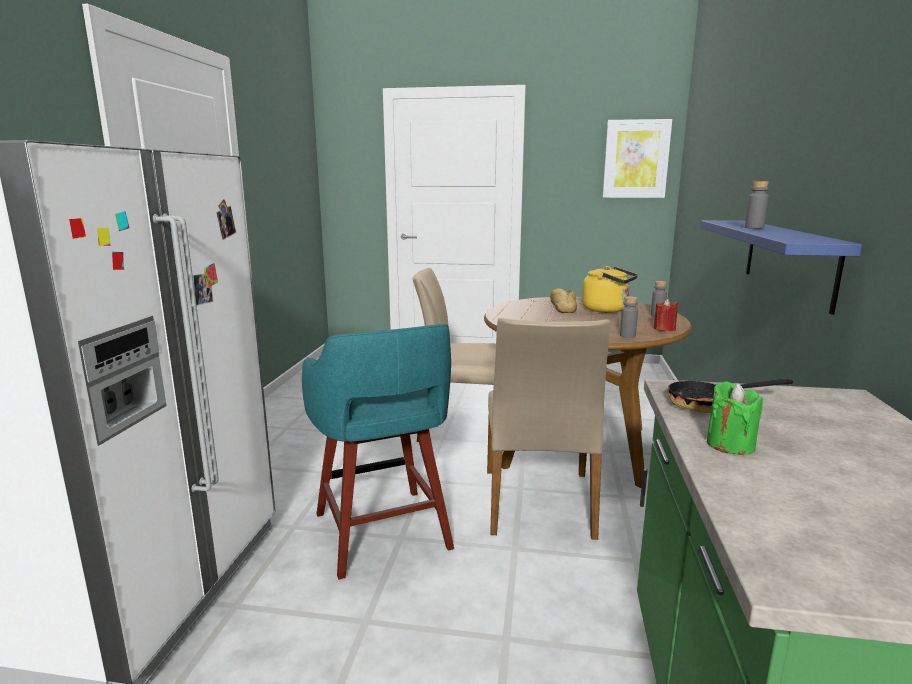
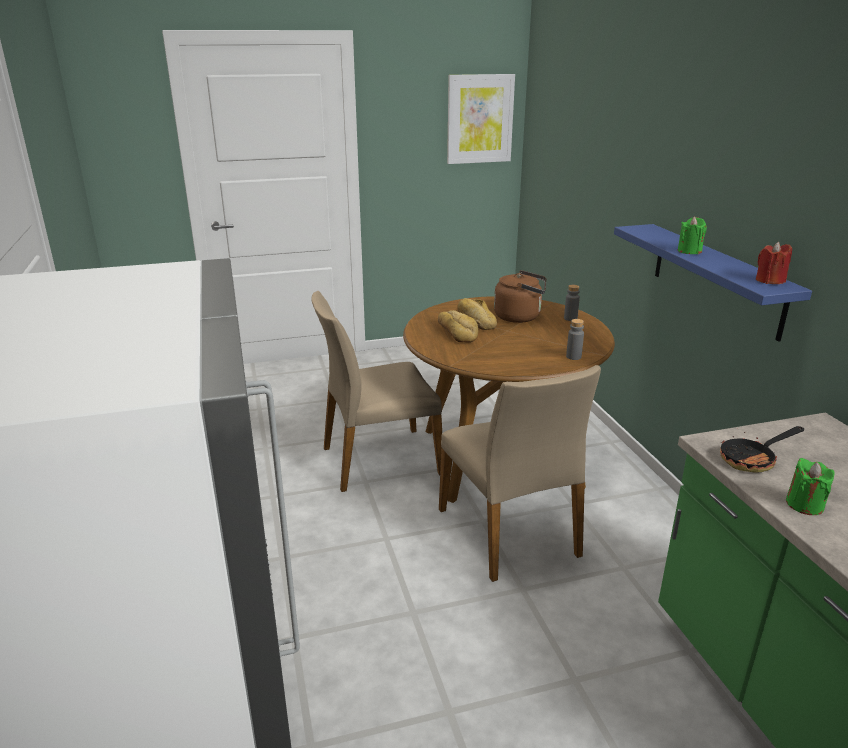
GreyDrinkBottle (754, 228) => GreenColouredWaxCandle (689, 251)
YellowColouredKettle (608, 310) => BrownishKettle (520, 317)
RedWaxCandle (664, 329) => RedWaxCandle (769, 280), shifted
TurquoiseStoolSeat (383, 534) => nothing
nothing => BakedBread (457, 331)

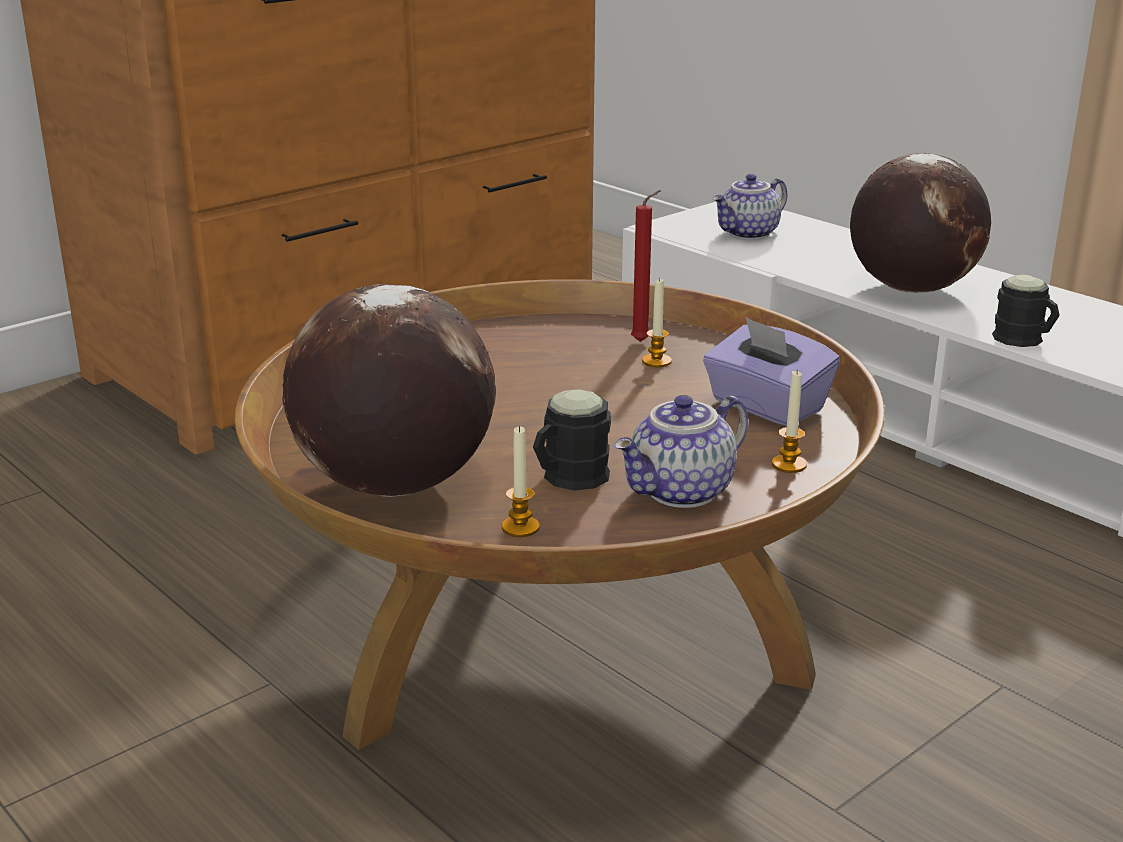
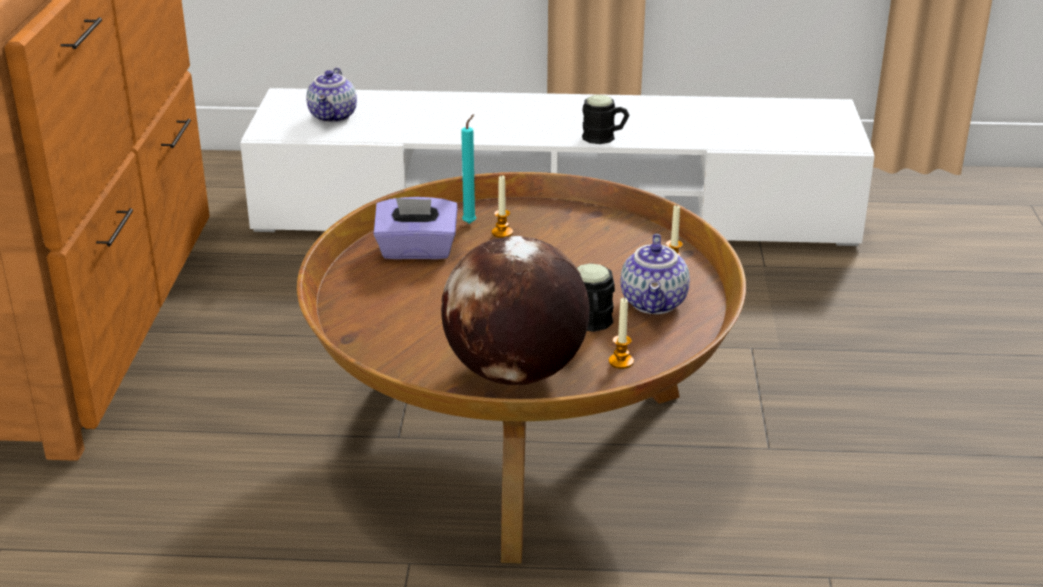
Globe (911, 288) => nothing
RedWaxCandle (643, 341) => TurquoiseWaxCandle (470, 222)
PurplishTissueHolder (766, 406) => PurplishTissueHolder (416, 251), shifted

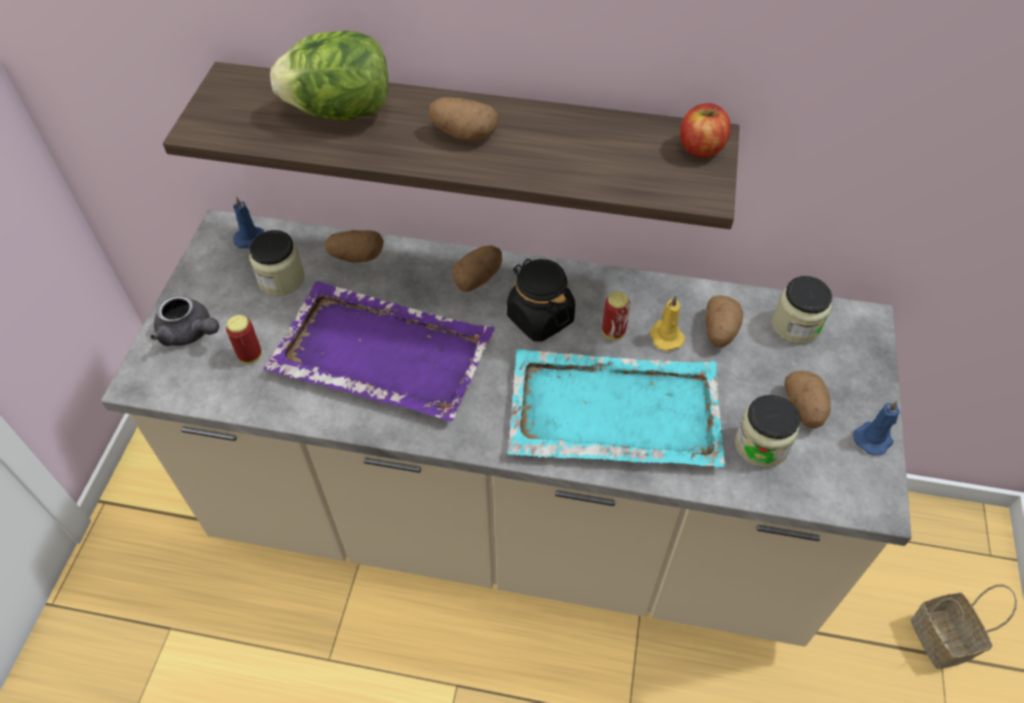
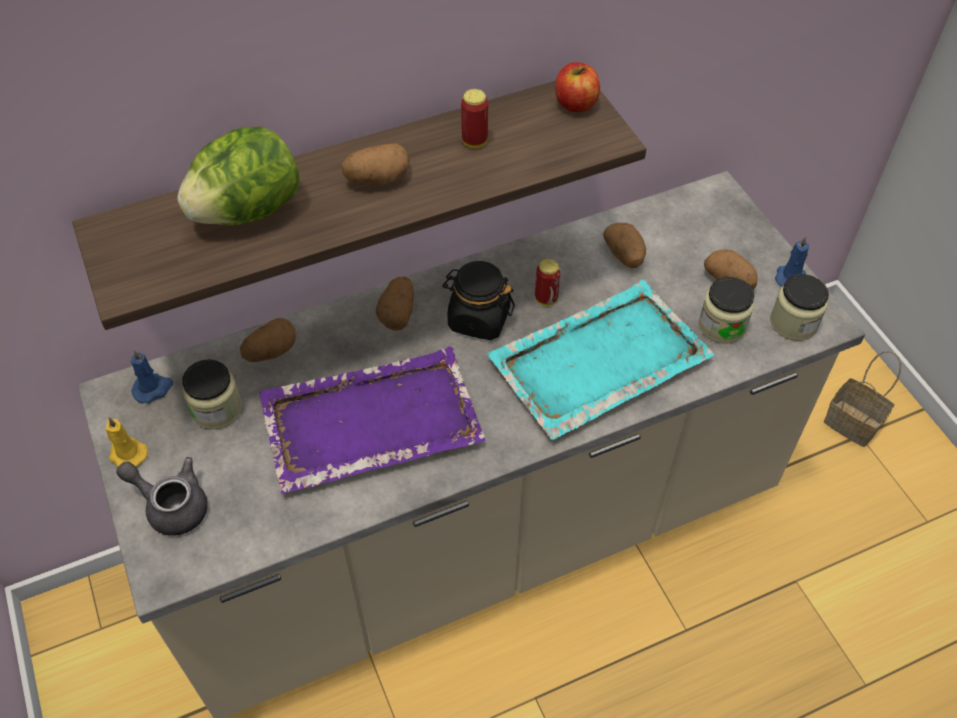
Jar (795, 326) => Jar (793, 323), shifted
GreyTeaPot (190, 333) => GreyTeaPot (171, 505), 150 degrees counterclockwise
YellowColouredWaxCandle (665, 336) => YellowColouredWaxCandle (127, 454), shifted
Can (250, 355) => Can (474, 141), shifted

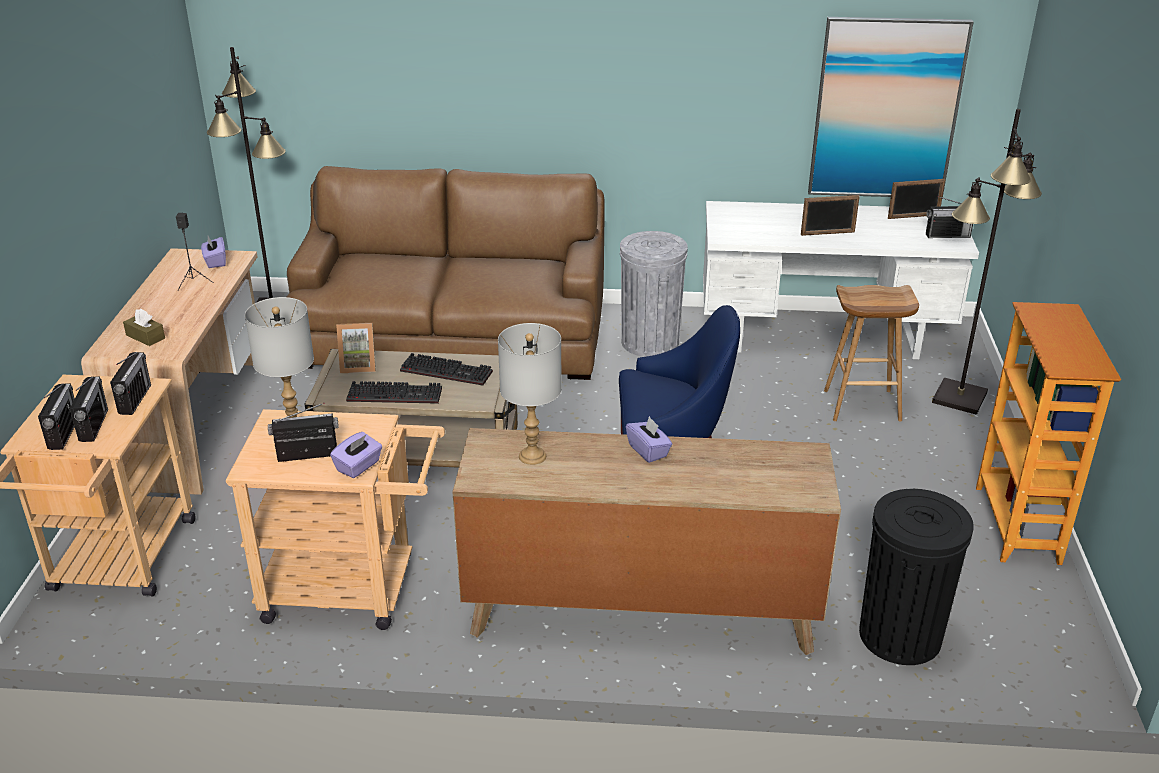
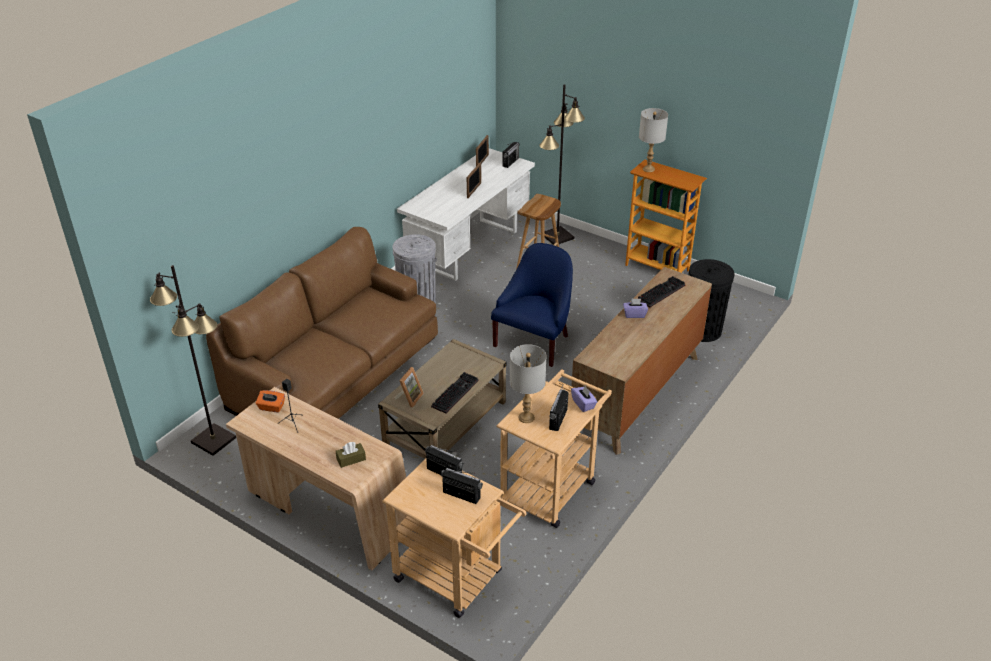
WallPicture (886, 109) => nothing
PurplishTissueHolder (215, 261) => OrangeColouredTissueHolder (271, 407)
GreyTableLamp (532, 456) => GreyTableLamp (649, 169), shifted
ComputerKeyboard (448, 371) => ComputerKeyboard (661, 292), shifted
Radio (64, 433) => nothing

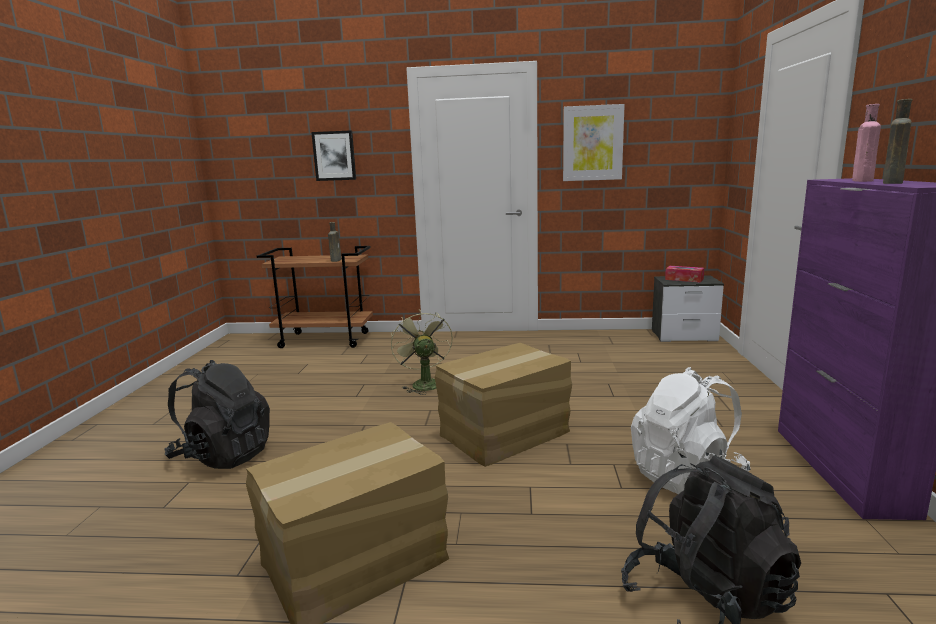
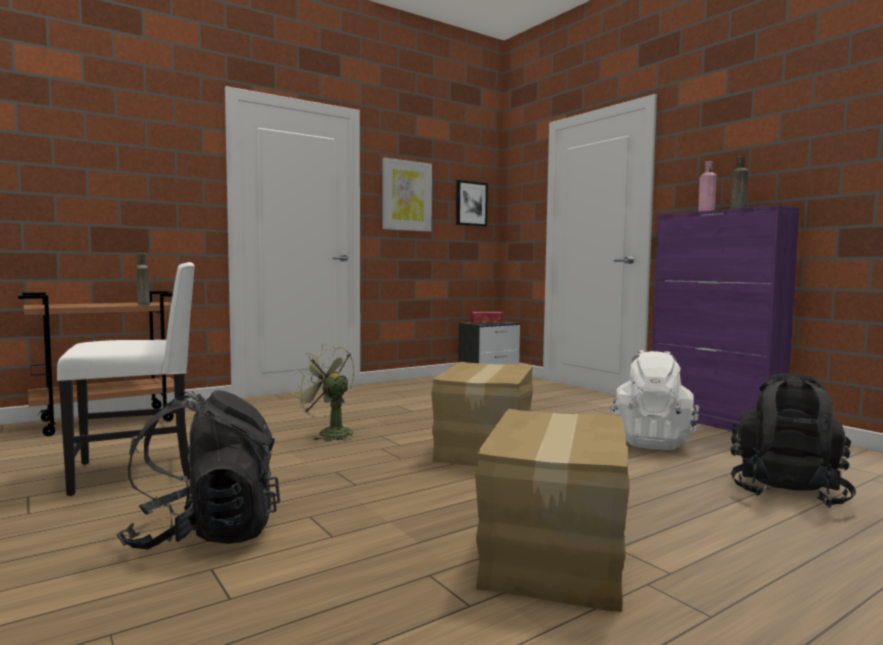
WallPicture (334, 156) => WallPicture (471, 203), shifted
nothing => WhitishUprightChair (138, 471)

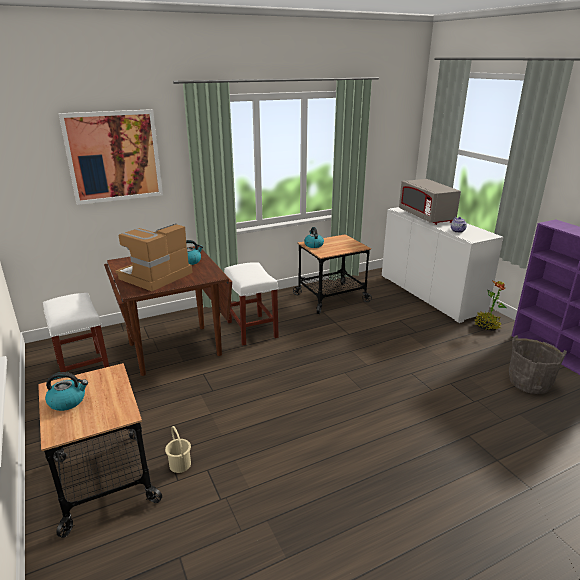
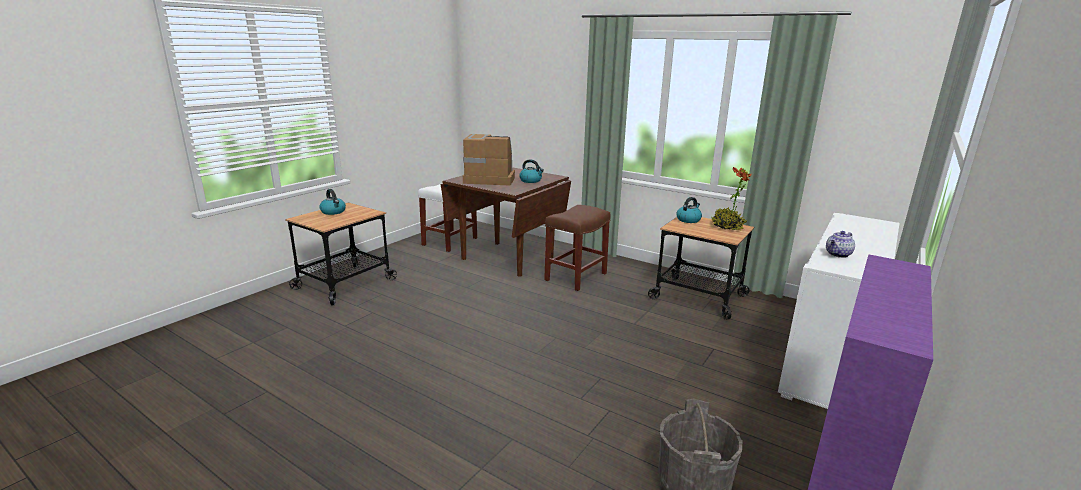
WallPicture (114, 156) => nothing
GreyMicrowave (426, 216) => nothing
WhitishStoolSeat (252, 330) => BrownishStoolSeat (575, 277)
Houseplant (487, 326) => Houseplant (727, 227), shifted
BeigeColouredWaterBucket (180, 465) => nothing

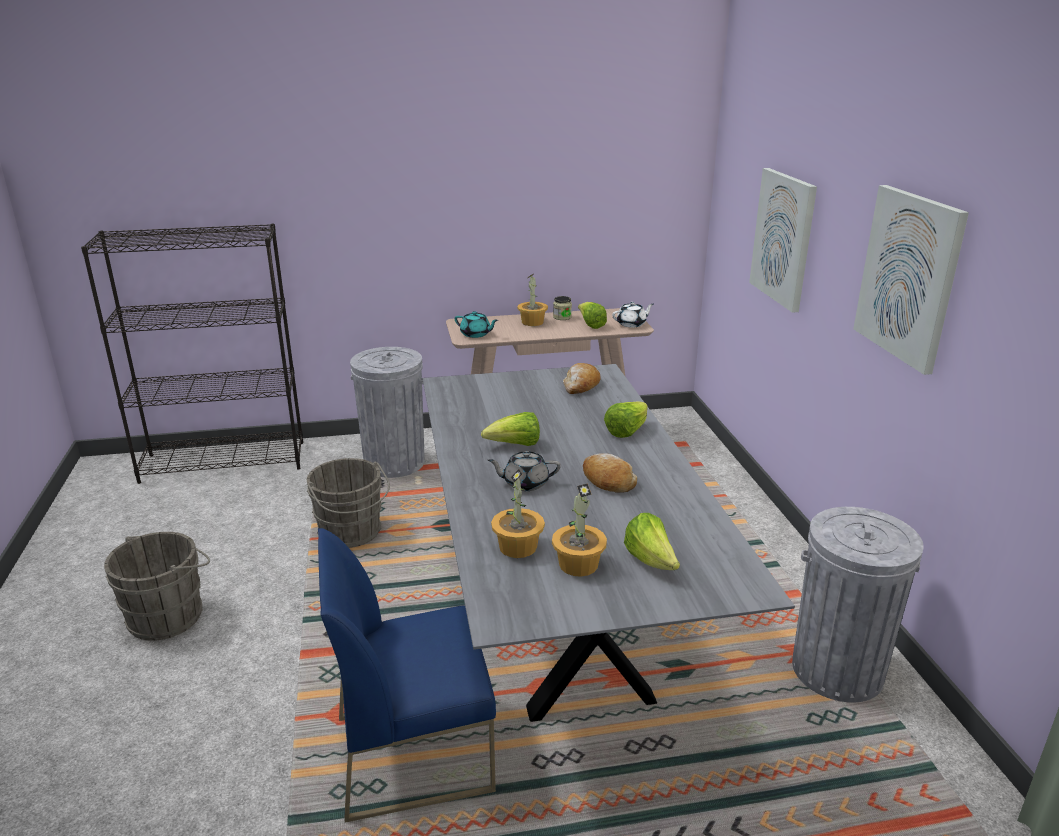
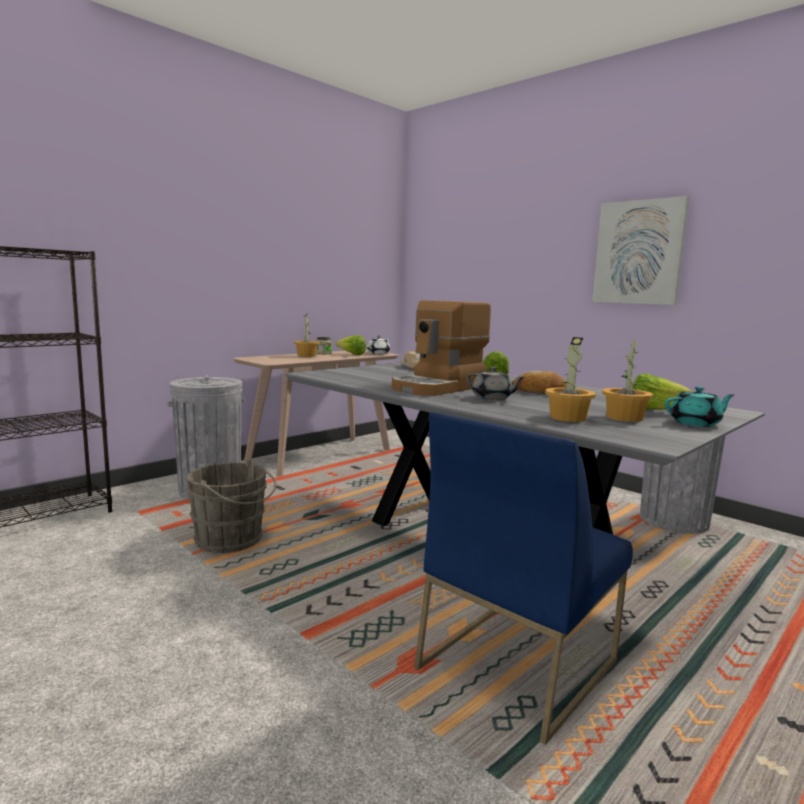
WallPicture (783, 238) => nothing
TurquoiseTeaPot (476, 334) => TurquoiseTeaPot (696, 423), shifted
Lettuce (515, 445) => CoffeeMaker (440, 387)
GreyTeaPot (525, 483) => GreyTeaPot (492, 398), 105 degrees counterclockwise
GreyWaterBucket (170, 615) => nothing

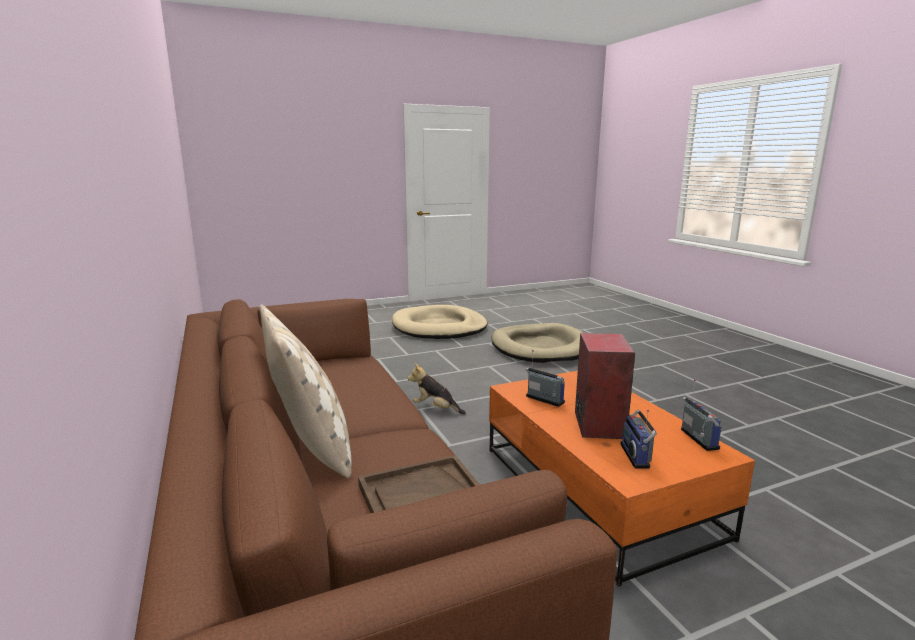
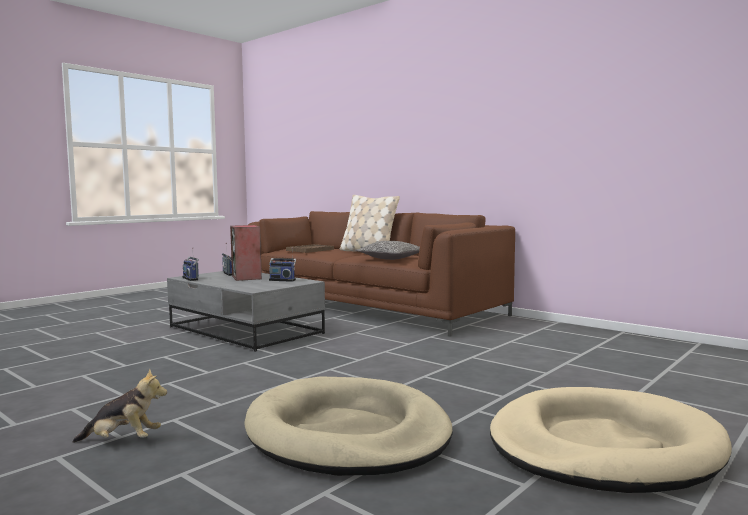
CuddlyToy (435, 409) => CuddlyToy (123, 441), shifted
OrangeColouredCoffeeTable (595, 489) => GreyCoffeeTable (246, 330)
nothing => Pillow (391, 258)

